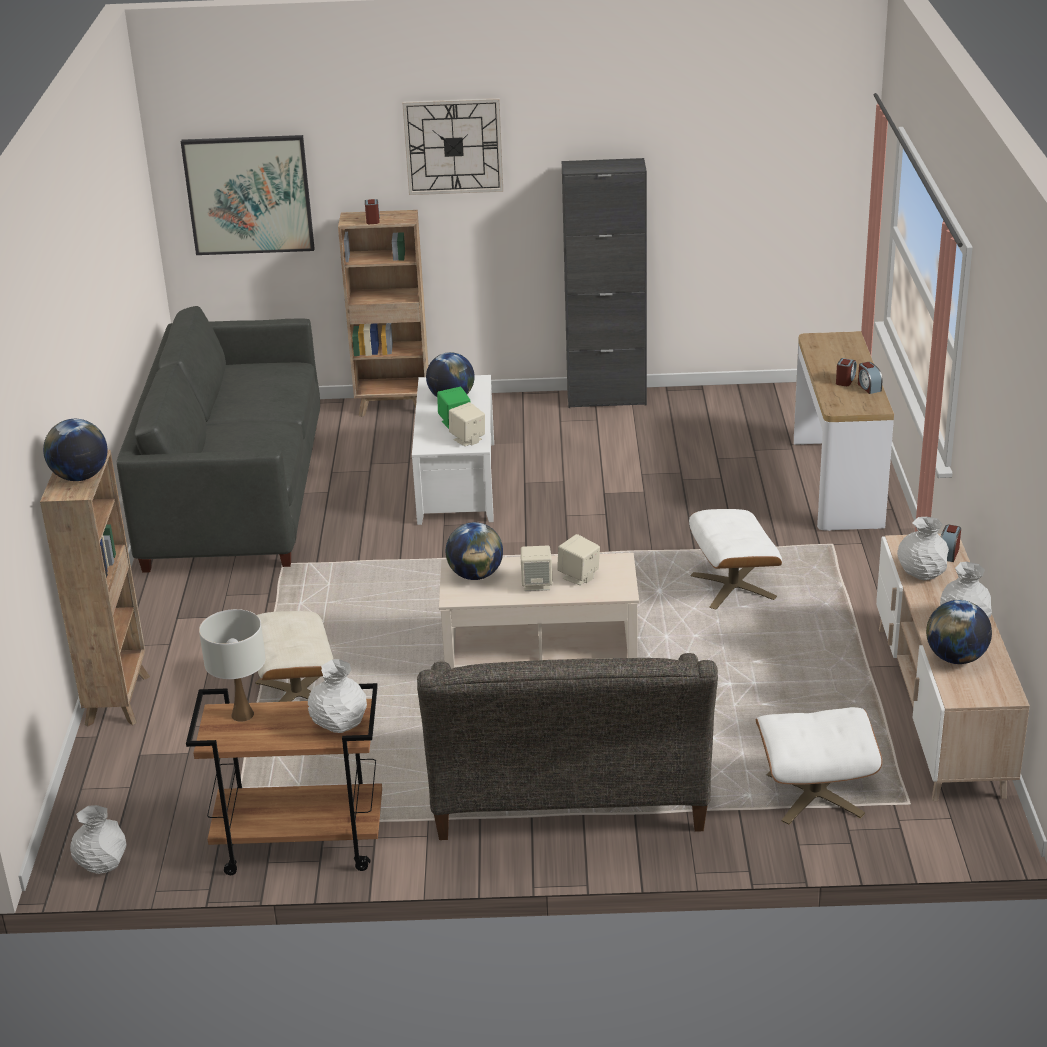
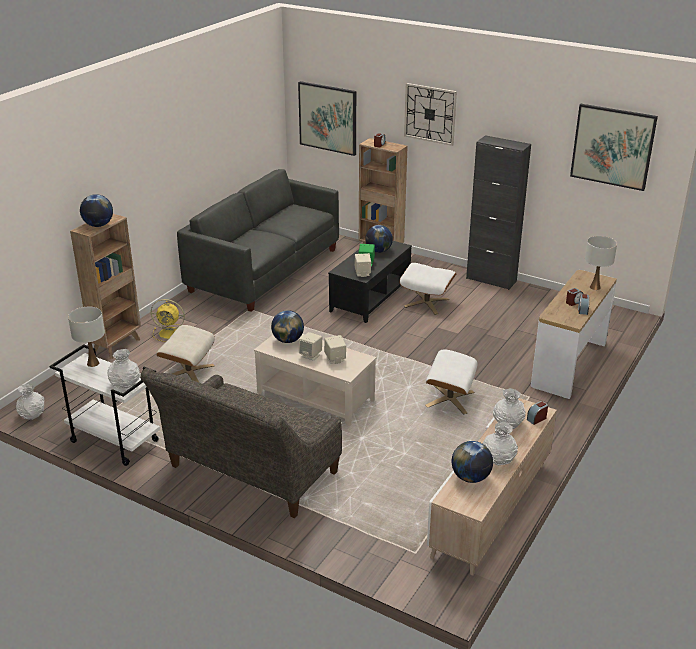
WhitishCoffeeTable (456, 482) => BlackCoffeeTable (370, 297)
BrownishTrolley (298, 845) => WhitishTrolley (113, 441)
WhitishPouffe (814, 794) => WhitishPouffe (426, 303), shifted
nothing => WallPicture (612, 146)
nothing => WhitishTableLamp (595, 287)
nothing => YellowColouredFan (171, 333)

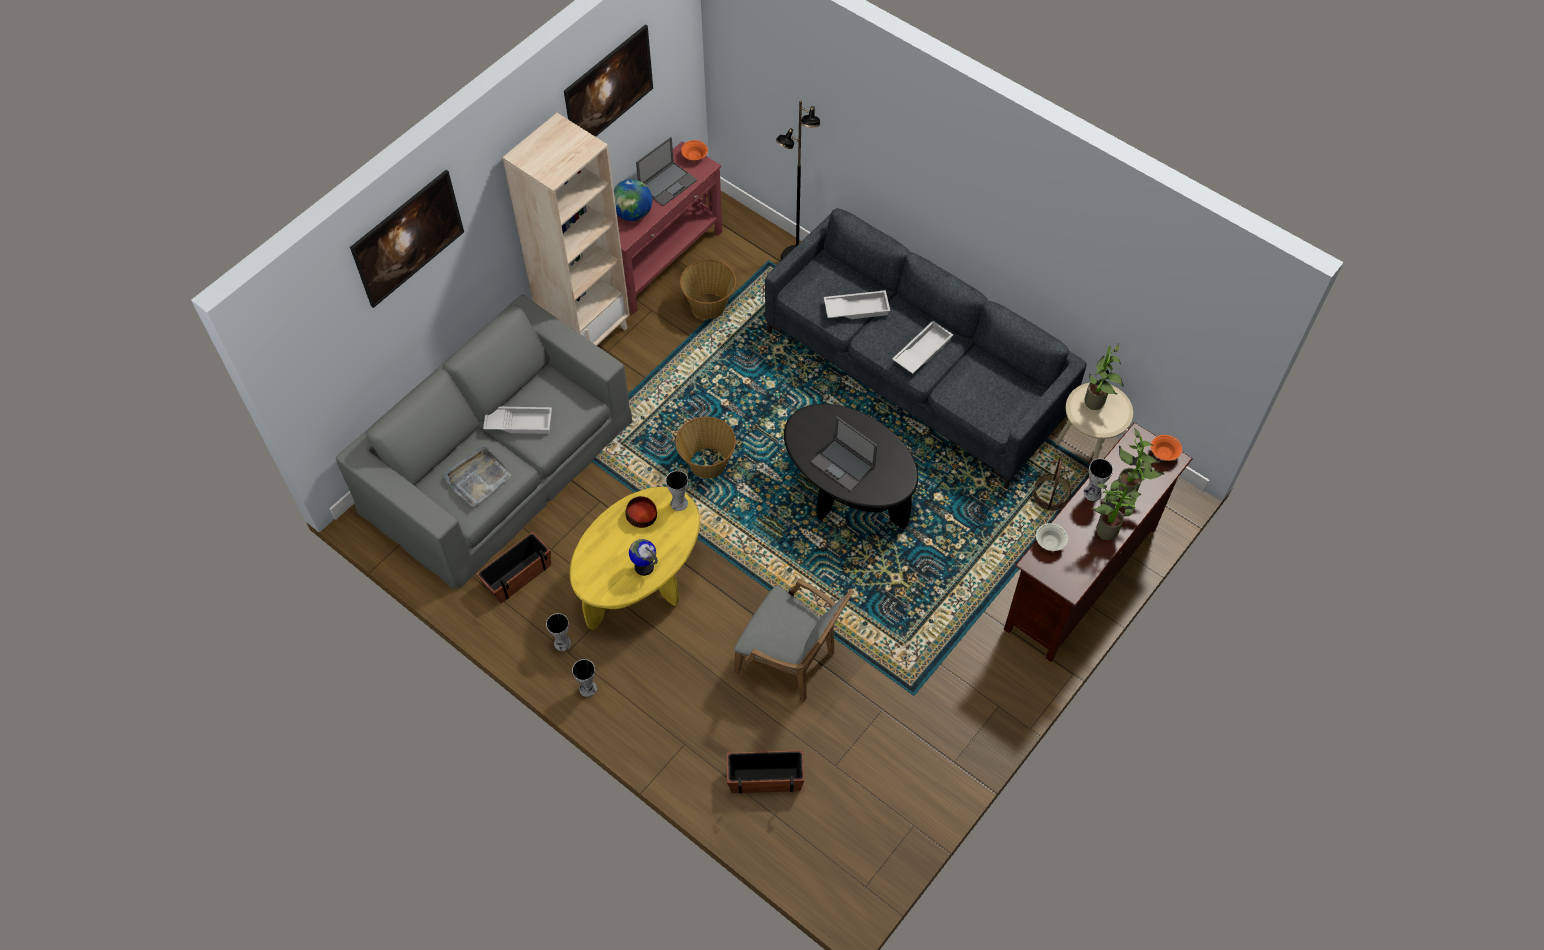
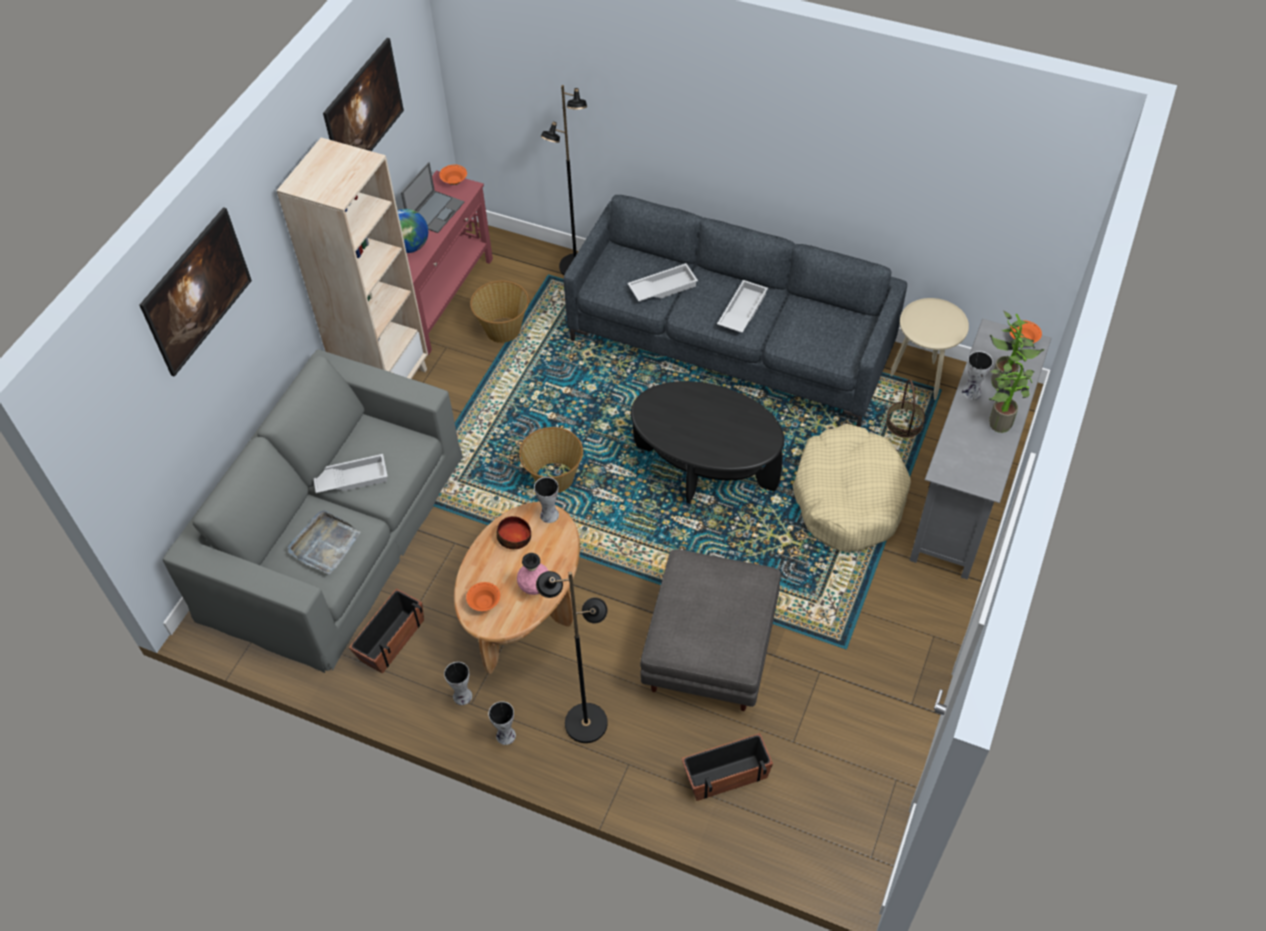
Houseplant (1097, 404) => nothing
NotebookComputer (843, 465) => nothing
BrownishMediaConsole (1081, 579) => GreyMediaConsole (965, 493)
YellowColouredCoffeeTable (640, 579) => BrownishCoffeeTable (524, 609)
WhitishDeepDish (1049, 543) => nothing
Globe (644, 567) => PinkishDecorativeVase (534, 587)
GreyEasyChair (791, 662) => GreyPouffe (710, 650)
nothing => BeigeColouredPetBed (848, 498)
nothing => BlackStandingLamp (585, 722)
nothing => OrangeColouredDeepDish (484, 603)

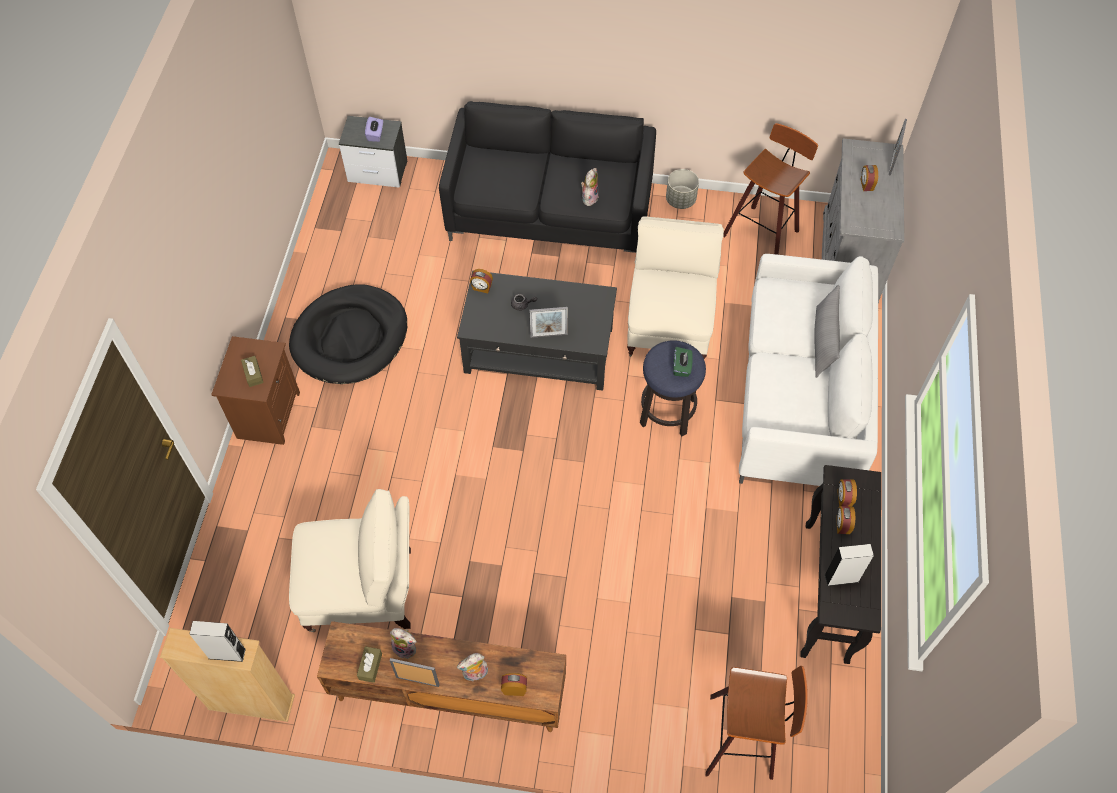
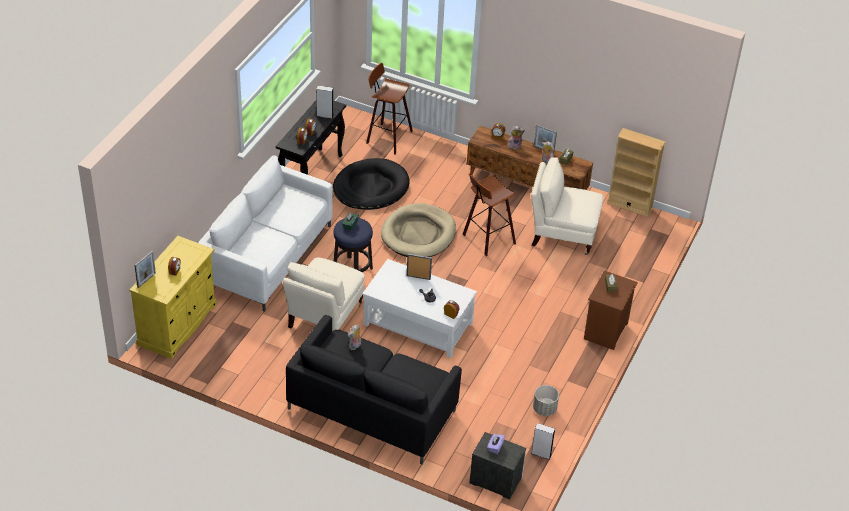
StoolSeat (763, 232) => StoolSeat (487, 239), shifted
GreyStorageCabinet (848, 259) => YellowColouredStorageCabinet (177, 324)
GreyFlowerPot (680, 200) => GreyFlowerPot (544, 409), shifted
BlackCoffeeTable (539, 350) => WhitishCoffeeTable (417, 323)
BlackPetBed (350, 337) => BlackPetBed (371, 187), shifted
GreyPillow (823, 342) => nothing
GreyAudioSpeaker (227, 653) => GreyAudioSpeaker (541, 454), shifted
nothing => BeigeColouredPetBed (418, 234)

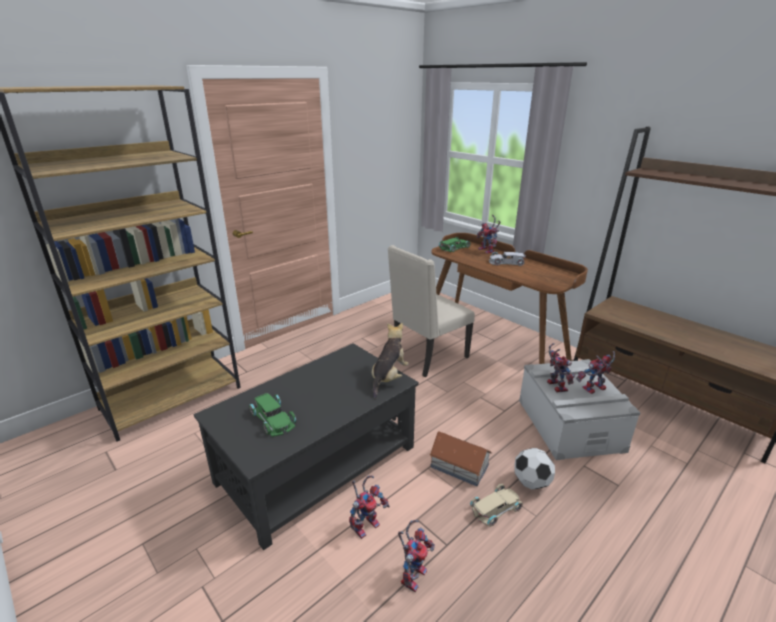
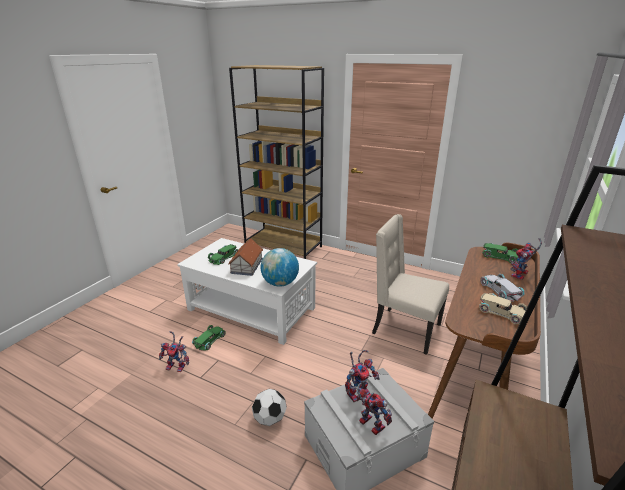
CuddlyToy (388, 378) => Globe (280, 283)
BlackCoffeeTable (316, 464) => WhitishCoffeeTable (251, 308)
MiniatureHouse (459, 465) => MiniatureHouse (247, 265), shifted
ToyRobot (366, 524) => GreenColouredToyCar (210, 340)
BeigeColouredToyCar (496, 508) => BeigeColouredToyCar (502, 312), shifted

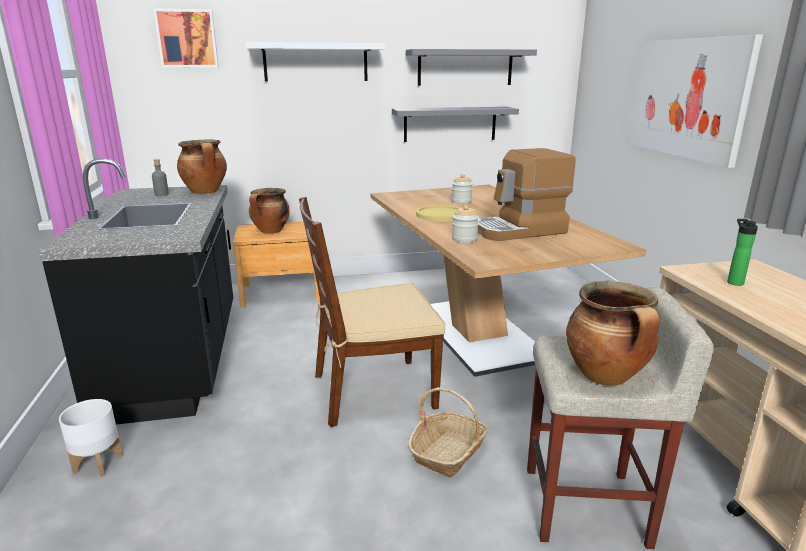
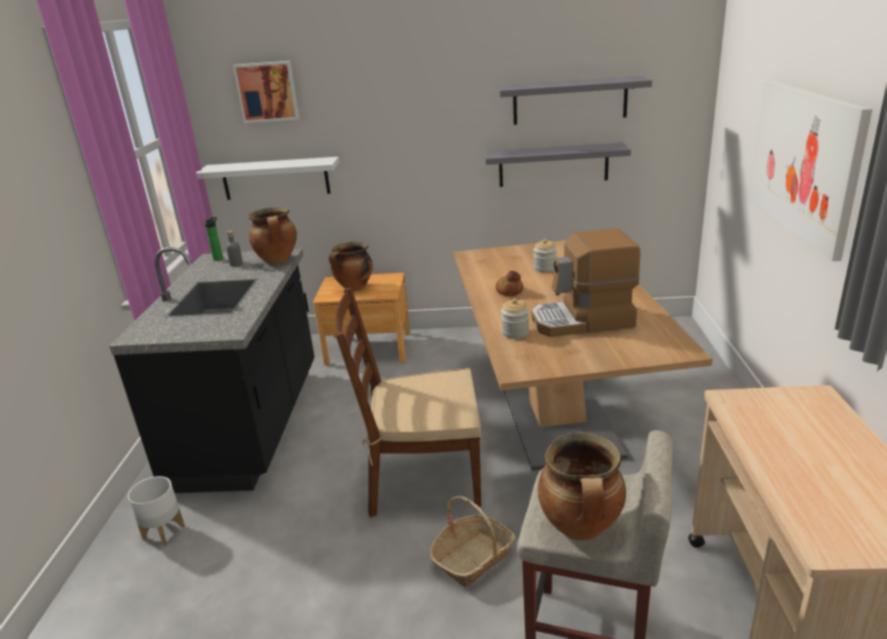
WhitishBracketShelf (316, 62) => WhitishBracketShelf (275, 178), shifted
YellowColouredFlatDish (440, 215) => BakedBread (509, 291)
DrinkBottle (734, 282) => DrinkBottle (219, 258), shifted

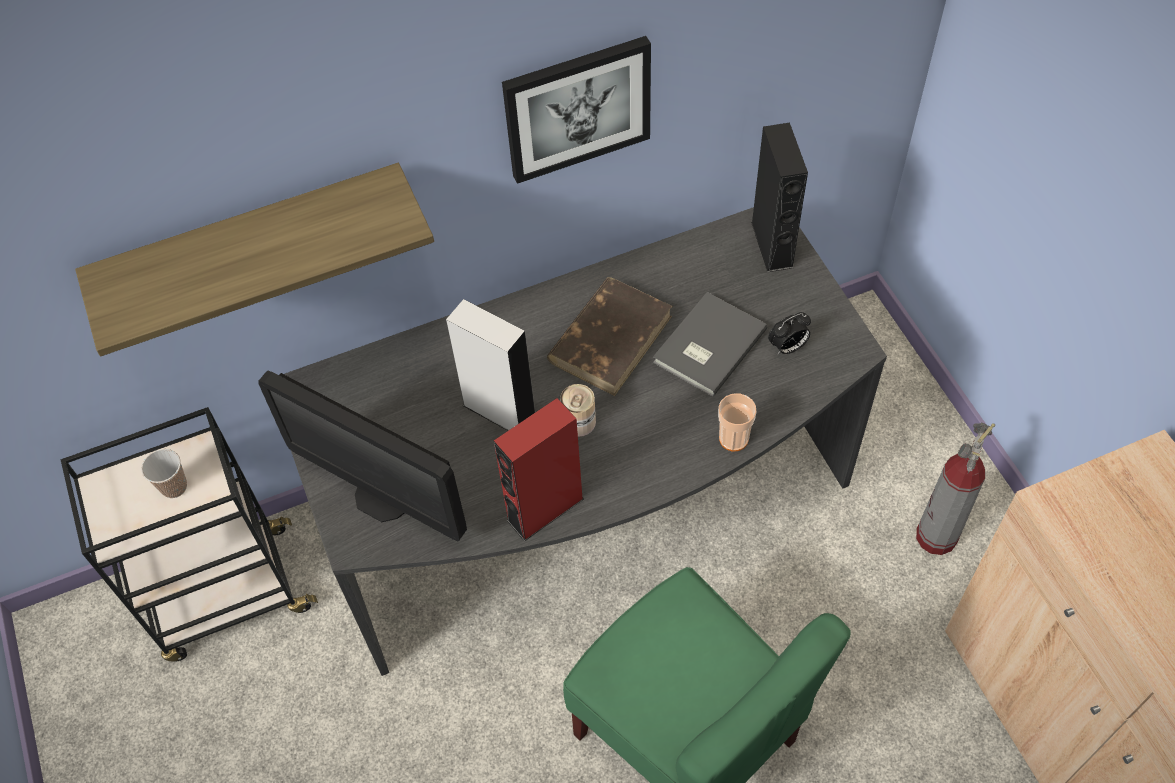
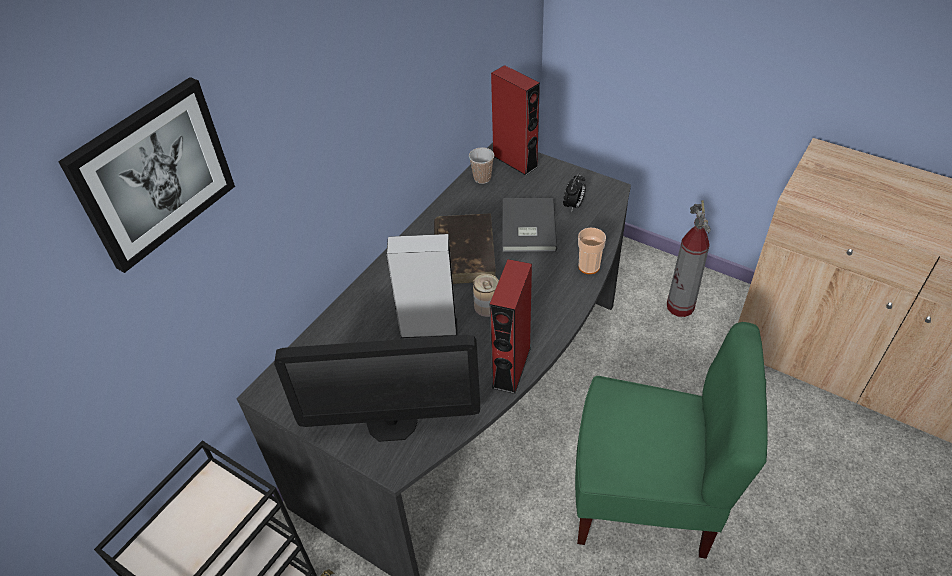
WallPicture (577, 107) => WallPicture (152, 173), shifted
BlackAudioSpeaker (772, 244) => RedAudioSpeaker (515, 161)
BracketShelf (253, 245) => nothing
Cup (174, 487) => Cup (482, 178), shifted

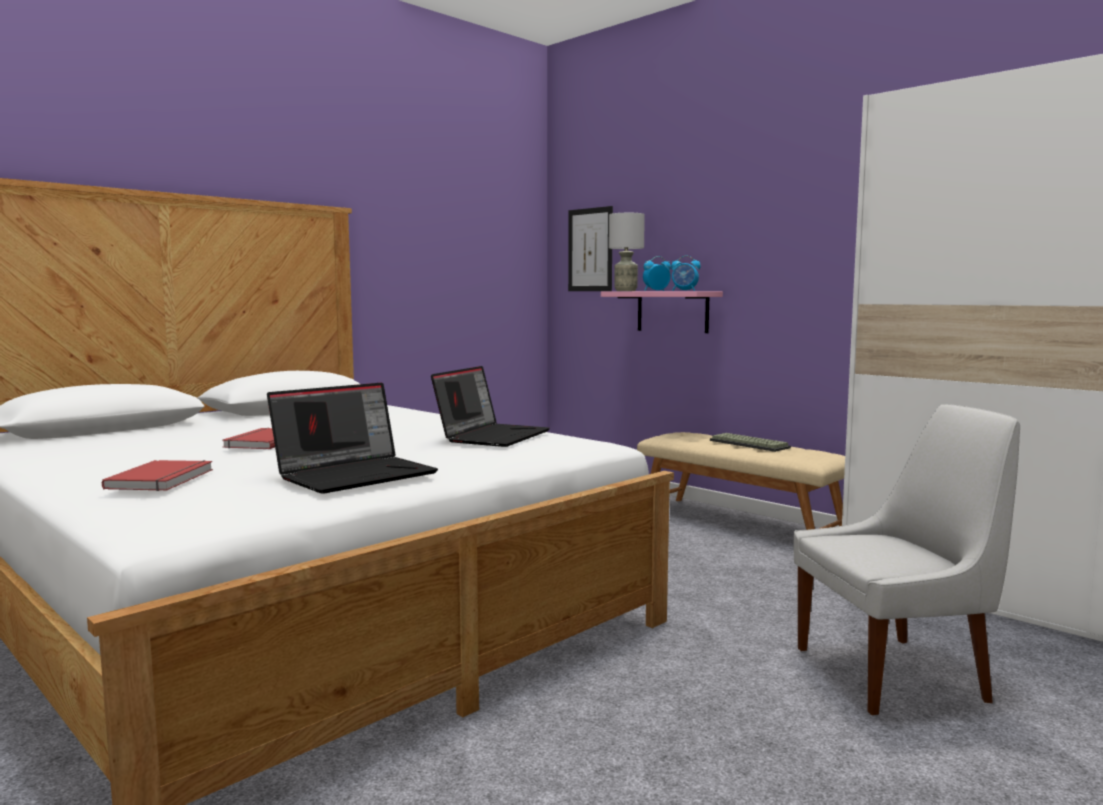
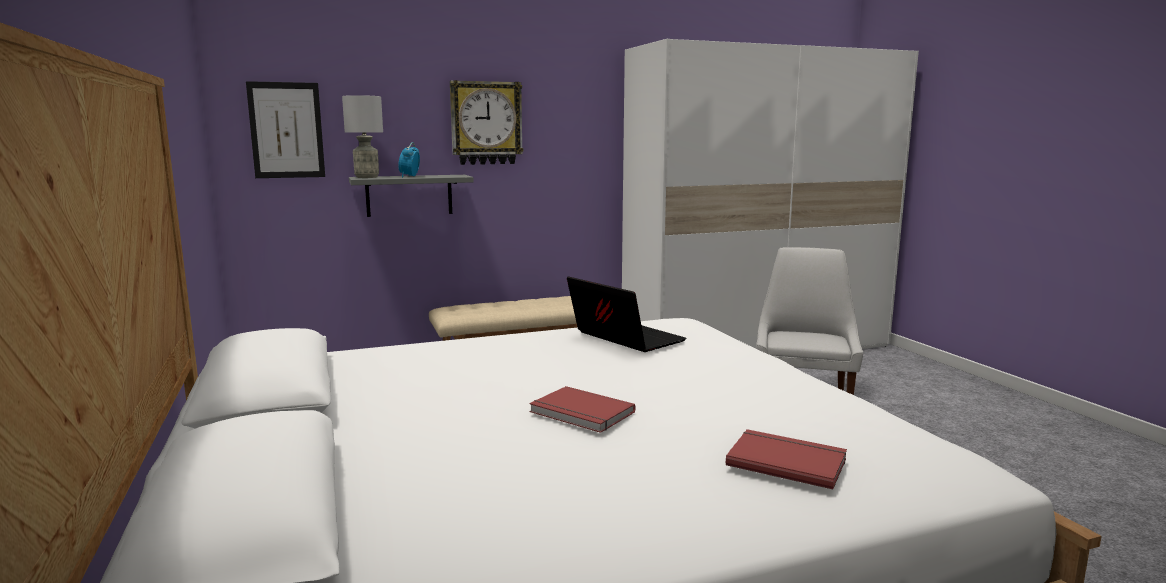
AlarmClock (684, 290) => nothing
PinkishBracketShelf (672, 311) => GreyBracketShelf (409, 195)
NotebookComputer (356, 474) => nothing
ComputerKeyboard (750, 444) => nothing
nothing => WallClock (486, 123)

